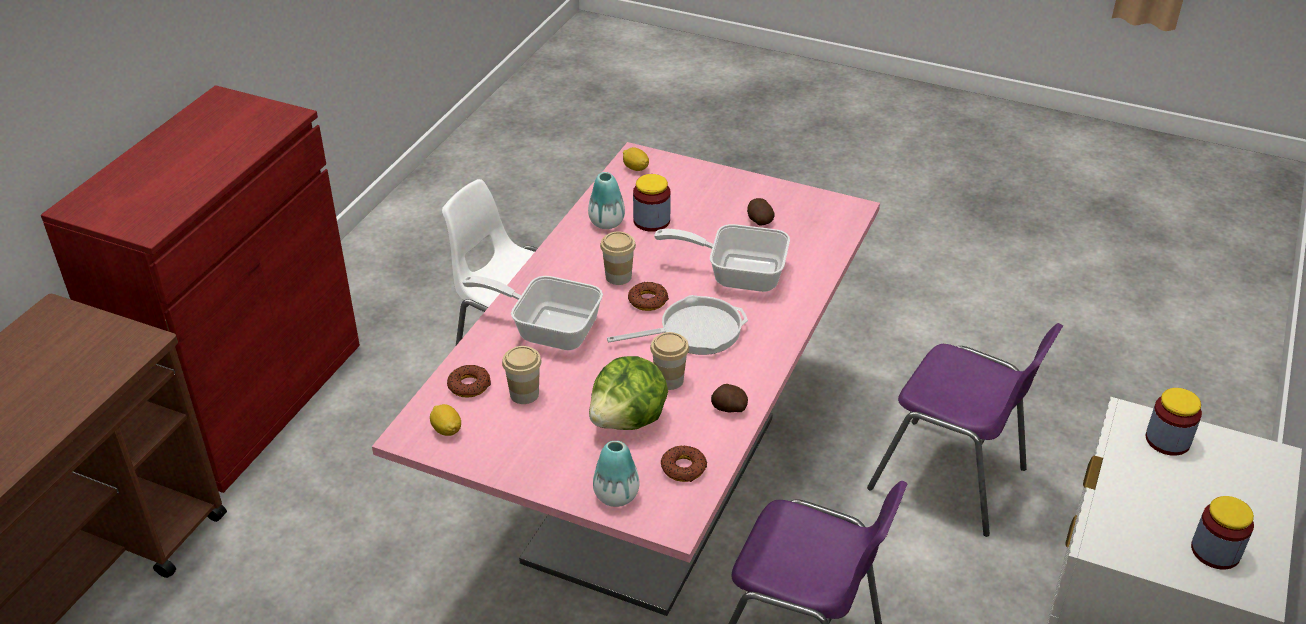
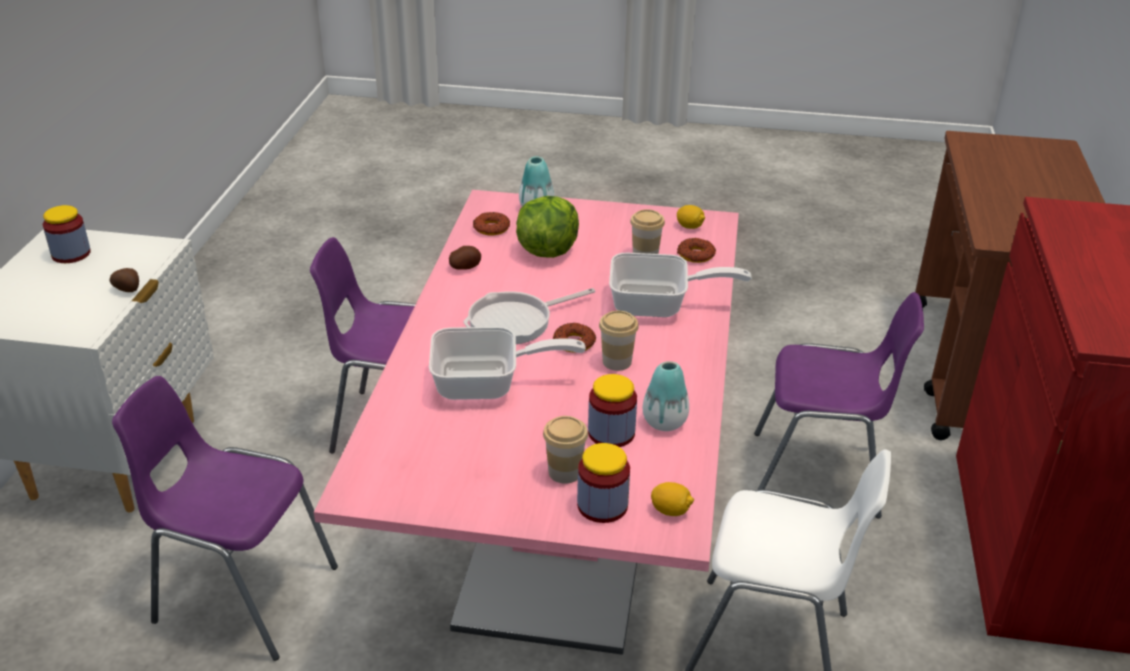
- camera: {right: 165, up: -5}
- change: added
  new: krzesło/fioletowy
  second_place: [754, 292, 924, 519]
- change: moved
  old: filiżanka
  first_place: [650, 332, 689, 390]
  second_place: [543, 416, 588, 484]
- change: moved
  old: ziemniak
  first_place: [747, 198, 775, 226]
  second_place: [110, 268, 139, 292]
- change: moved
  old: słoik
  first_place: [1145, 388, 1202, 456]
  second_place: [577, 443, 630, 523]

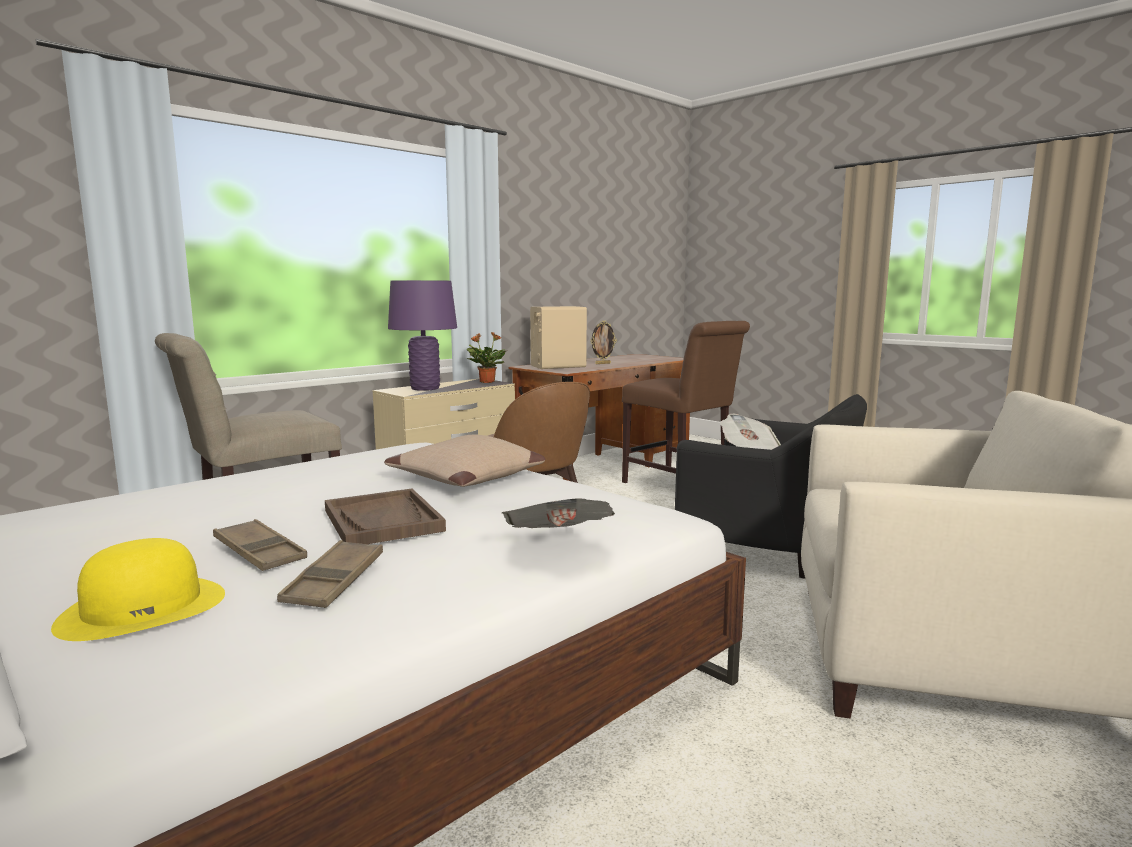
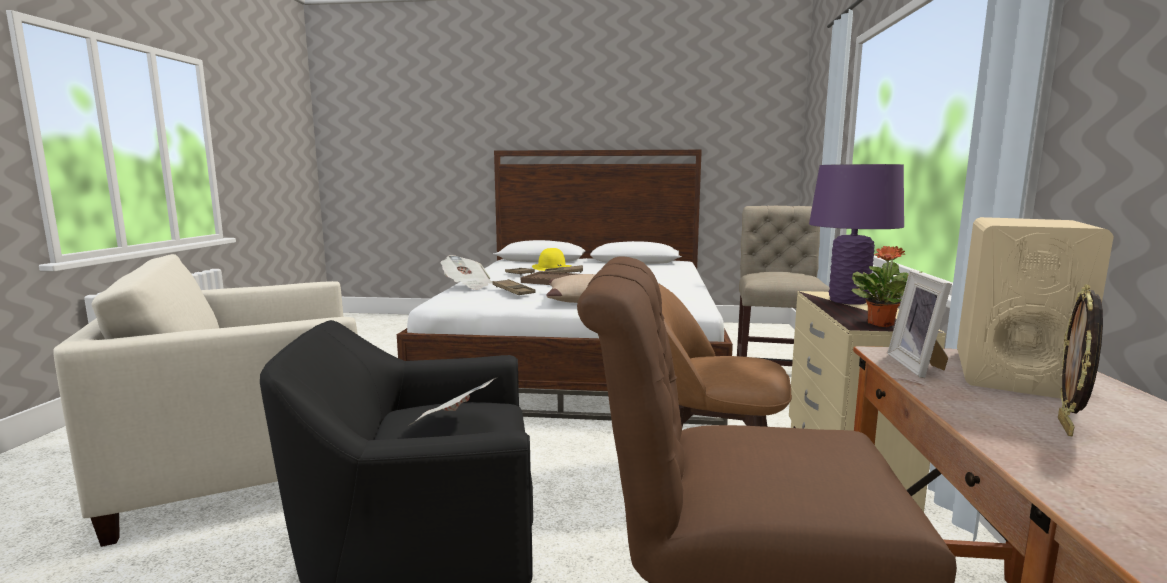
- camera: {right: 140, up: 0}
- change: added
  new: taca/brązowy
  second_place: [492, 279, 535, 295]
- change: added
  new: ramka na zdjęcie
  second_place: [887, 270, 952, 378]

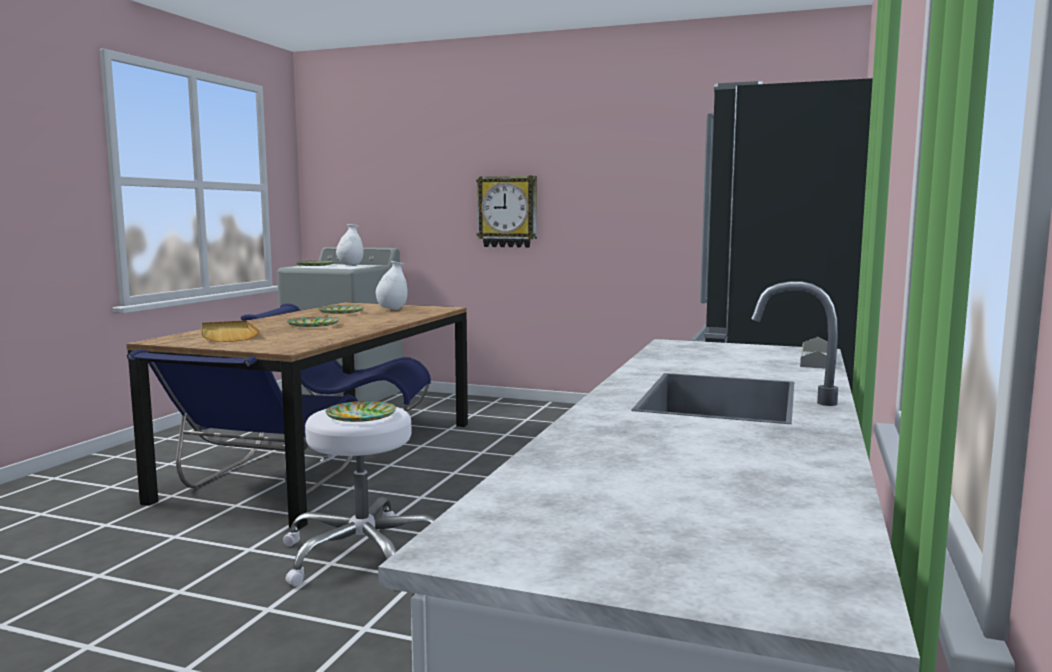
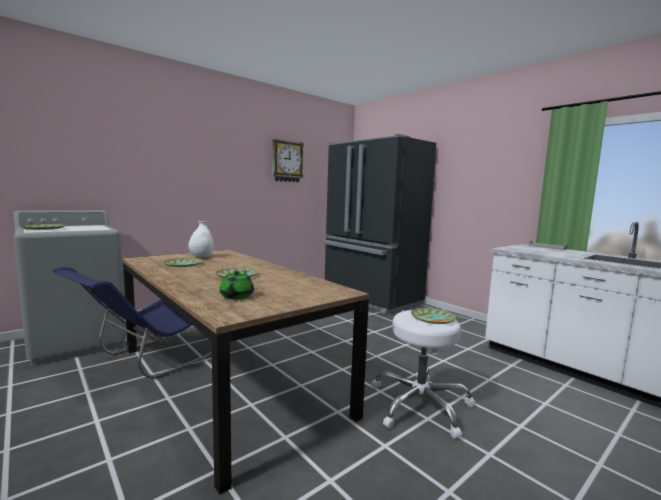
- camera: {right: -60, up: 0}
- change: removed
  old: krzesło/niebieski
  first_place: [127, 349, 358, 495]
- change: removed
  old: wazon/biały
  first_place: [336, 224, 364, 266]
- change: moved
  old: zegar ścienny
  first_place: [476, 176, 537, 248]
  second_place: [272, 139, 304, 182]
- change: replaced
  old: taca/beżowy
  new: imbryk/zielony
  first_place: [201, 320, 260, 342]
  second_place: [219, 271, 254, 299]

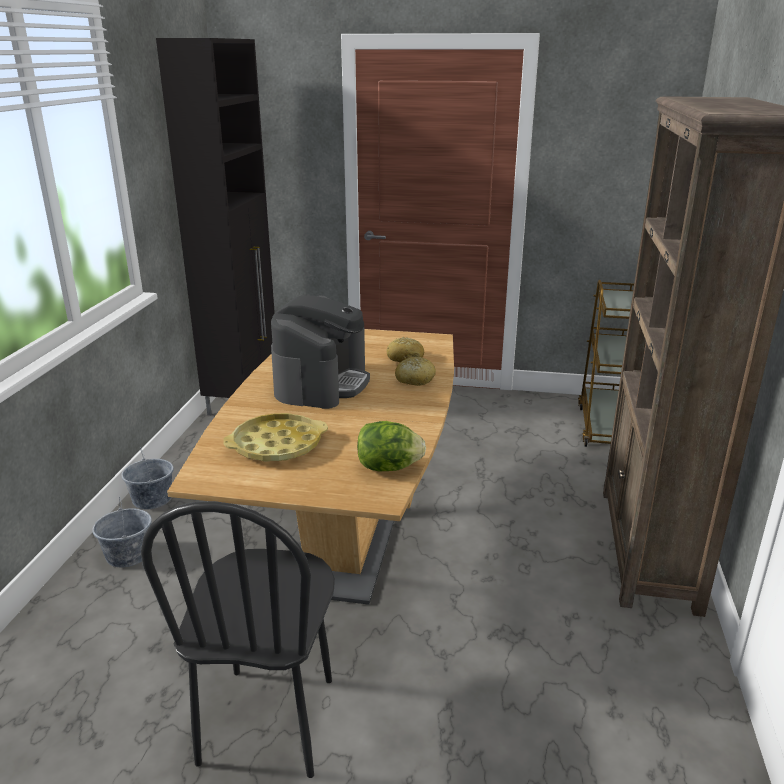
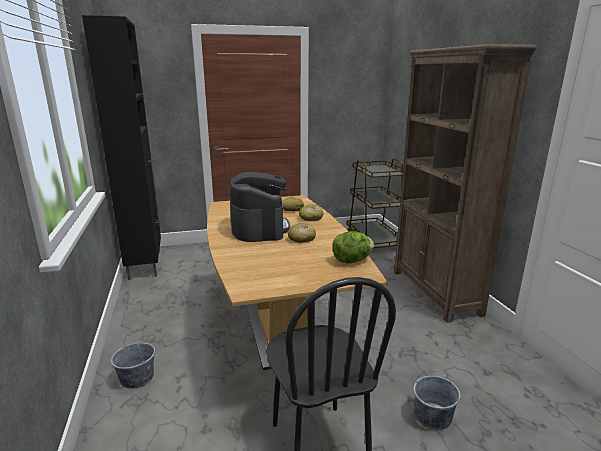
- camera: {right: -25, up: -5}
- change: removed
  old: taca/żółty
  first_place: [223, 413, 328, 462]
- change: added
  new: chleb
  second_place: [288, 223, 316, 243]
- change: moved
  old: wiadro/szary
  first_place: [121, 447, 174, 509]
  second_place: [413, 371, 460, 430]

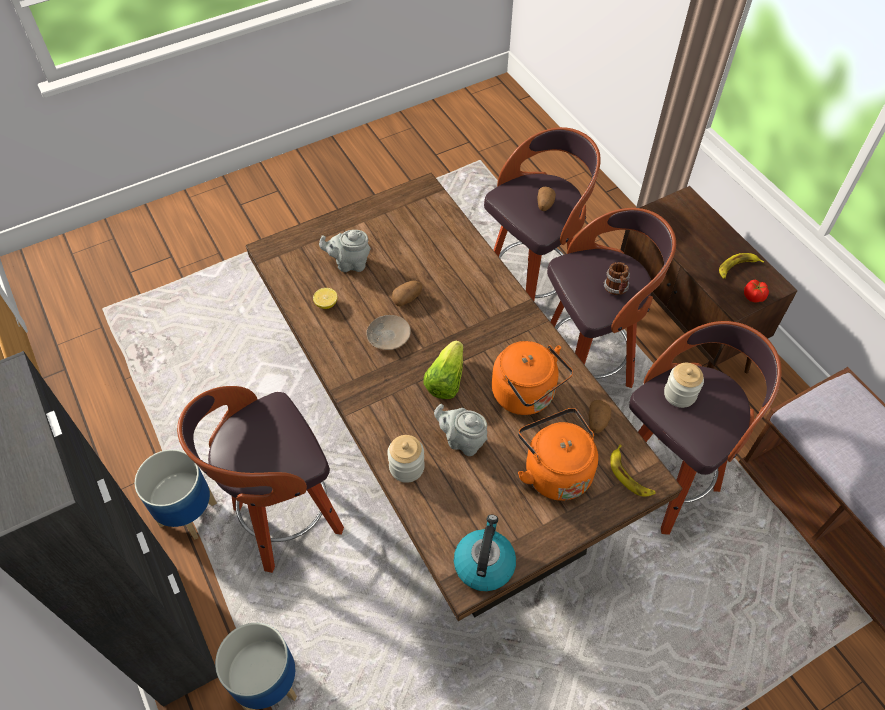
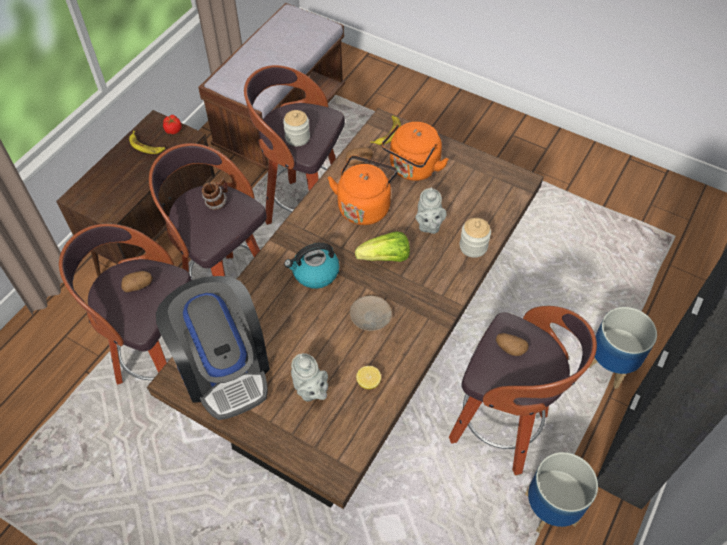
- camera: {right: -120, up: 0}
- change: added
  new: ekspres do kawy
  second_place: [156, 276, 270, 420]
- change: moved
  old: ziemniak
  first_place: [392, 281, 422, 306]
  second_place: [496, 333, 529, 356]
- change: moved
  old: czajnik
  first_place: [454, 515, 516, 591]
  second_place: [284, 243, 340, 289]

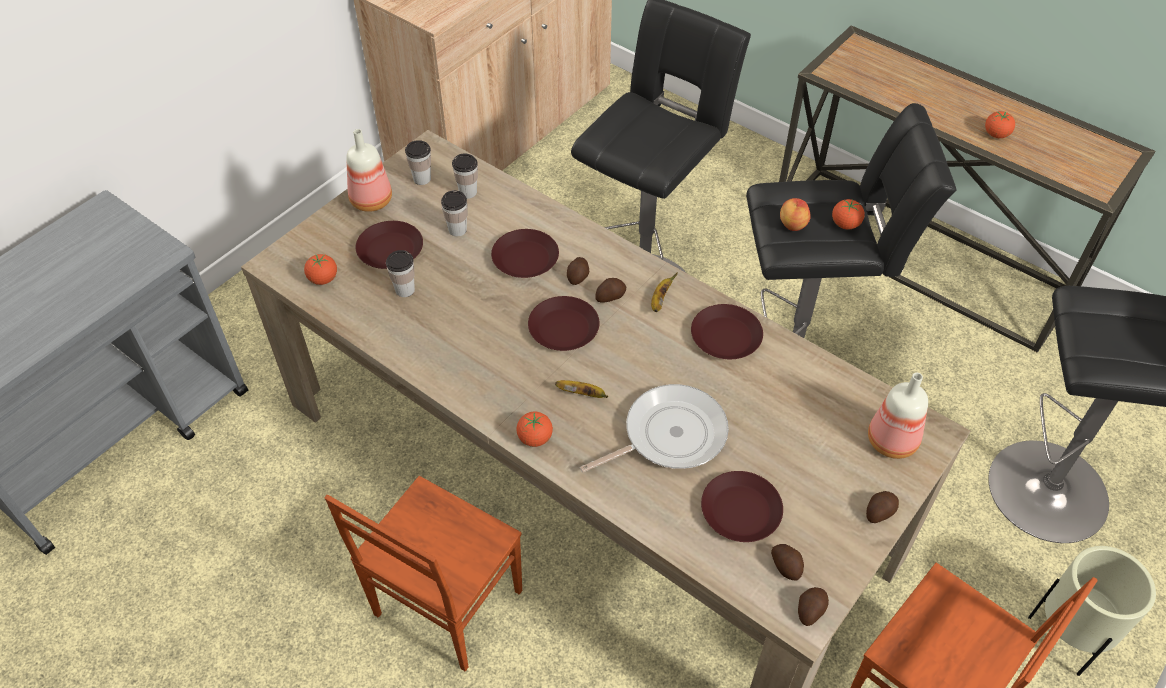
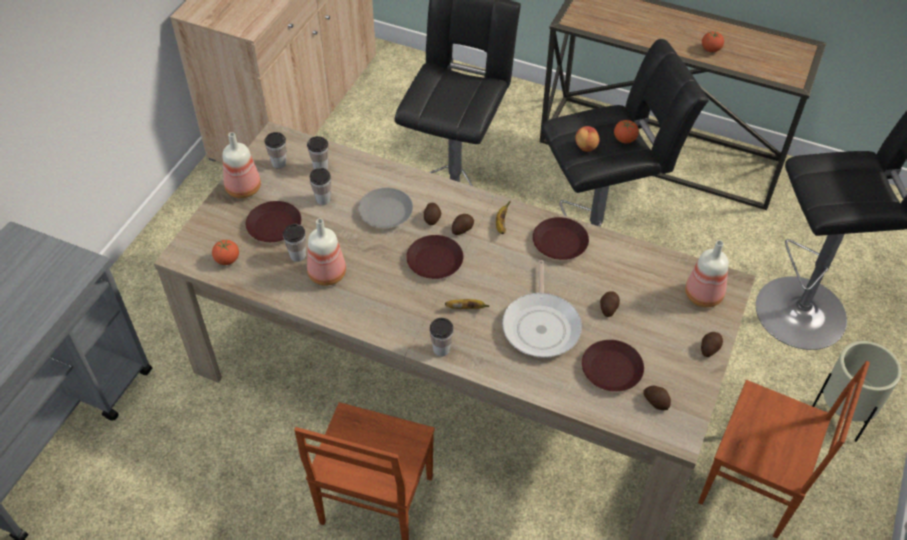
- camera: {right: -15, up: 0}
- change: added
  new: butelka
  second_place: [307, 219, 346, 286]
- change: moved
  old: ziemniak
  first_place: [798, 587, 829, 626]
  second_place: [600, 291, 620, 317]
- change: replaced
  old: pomidor
  new: filiżanka
  first_place: [516, 412, 553, 447]
  second_place: [430, 318, 454, 356]
- change: recoloured
  old: talerz/brązowy
  new: talerz/szary
  first_place: [491, 229, 559, 278]
  second_place: [358, 188, 413, 228]
- change: turned
  old: patelnia
  first_place: [580, 384, 729, 473]
  second_place: [502, 260, 582, 358]
  degrees: 135

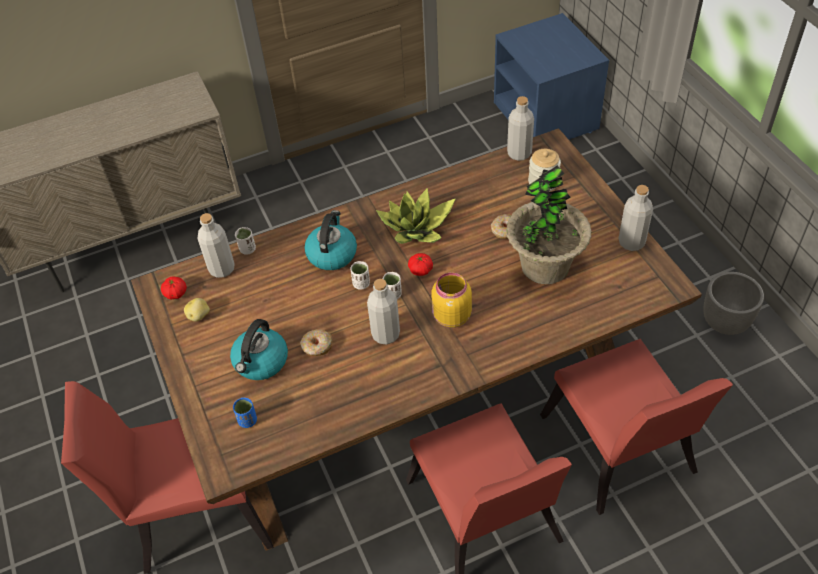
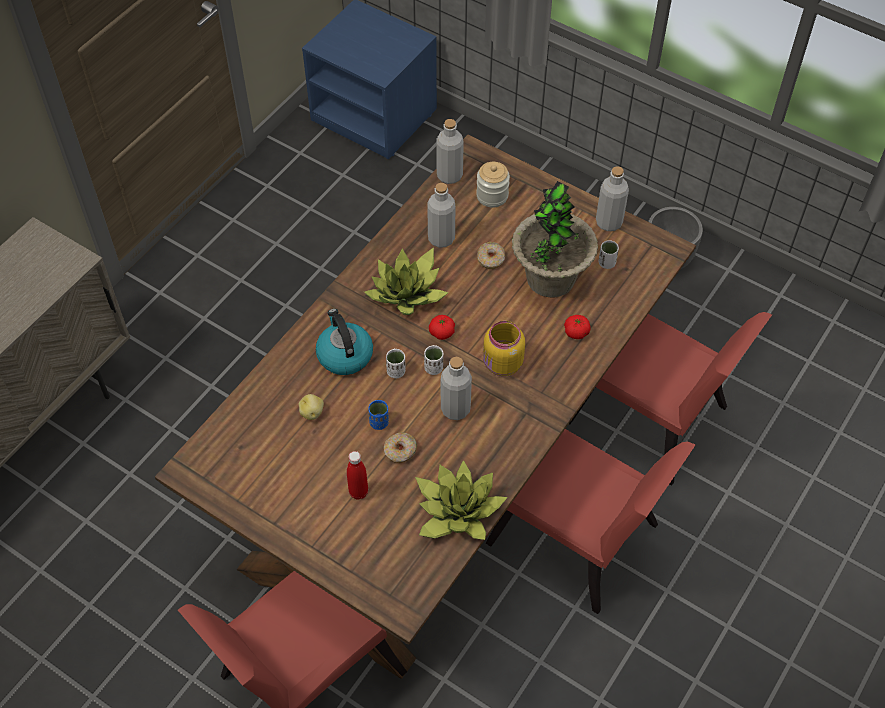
- camera: {right: -35, up: 5}
- change: added
  new: roślina doniczkowa
  second_place: [415, 460, 508, 540]
- change: moved
  old: pomidor
  first_place: [161, 276, 187, 300]
  second_place: [564, 315, 590, 339]
- change: moved
  old: ziemniak
  first_place: [184, 298, 210, 322]
  second_place: [299, 394, 324, 420]
- change: moved
  old: butelka/szary
  first_place: [197, 213, 235, 278]
  second_place: [427, 183, 455, 248]
- change: moved
  old: filiżanka/niebieski
  first_place: [233, 398, 257, 428]
  second_place: [368, 400, 389, 430]
- change: moved
  old: filiżanka/biały
  first_place: [235, 227, 256, 255]
  second_place: [599, 240, 619, 269]
- change: replaced
  old: czajnik
  new: butelka/czerwony
  first_place: [230, 319, 288, 380]
  second_place: [347, 451, 368, 500]

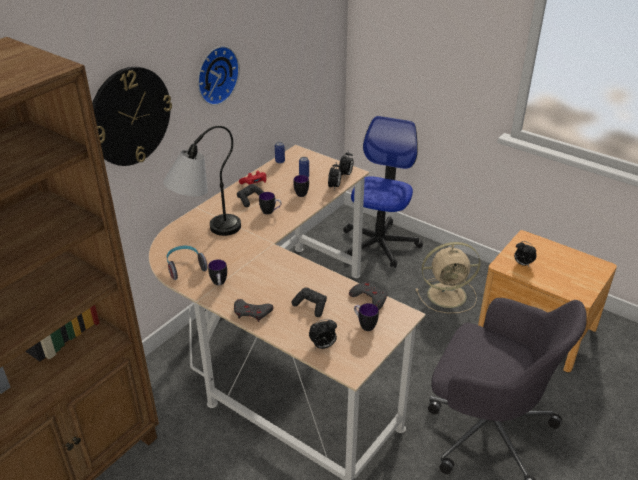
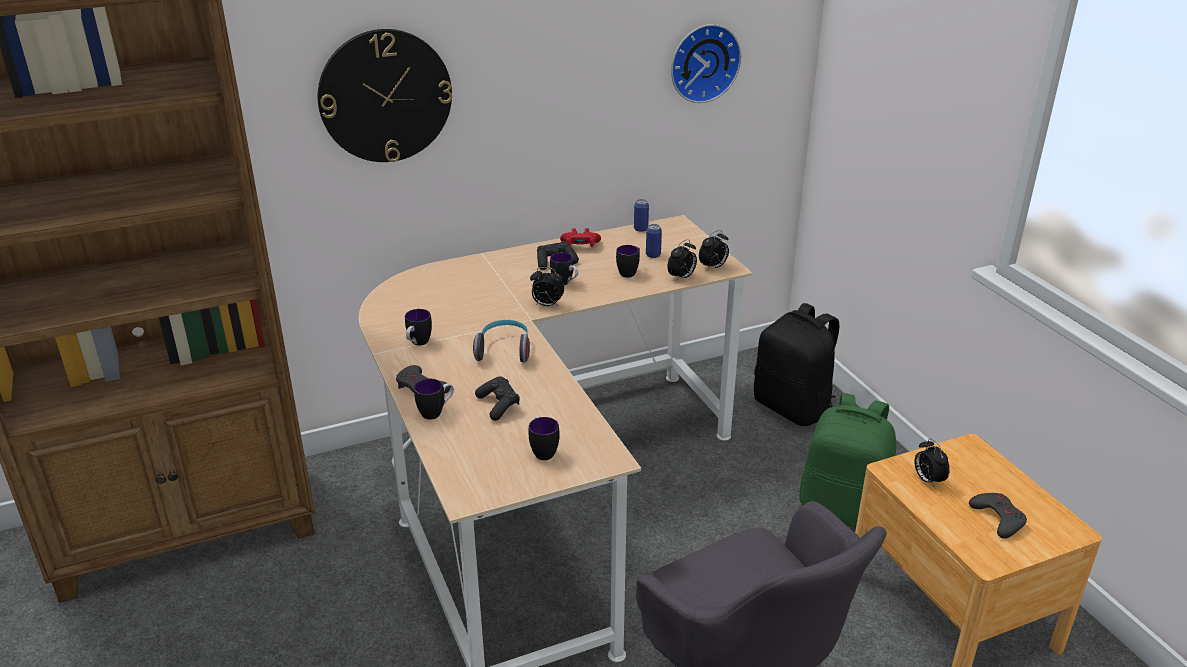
- camera: {right: 30, up: -5}
- change: removed
  old: lampa stołowa
  first_place: [163, 126, 241, 236]
- change: added
  new: kubek
  second_place: [414, 379, 454, 420]
- change: moved
  old: słuchawki
  first_place: [167, 246, 208, 280]
  second_place: [473, 320, 530, 363]
- change: moved
  old: zegar ścienny
  first_place: [198, 46, 240, 106]
  second_place: [671, 24, 741, 103]
- change: moved
  old: budzik
  first_place: [309, 319, 337, 349]
  second_place: [530, 267, 564, 307]
- change: moved
  old: pad do gier/szary
  first_place: [349, 282, 387, 310]
  second_place: [969, 493, 1027, 539]
- change: replaced
  old: krzesło biurowe
  new: plecak/czarny
  first_place: [343, 116, 423, 268]
  second_place: [754, 303, 840, 426]
- change: replaced
  old: wentylator/beżowy
  new: plecak/zielony
  first_place: [416, 242, 481, 313]
  second_place: [799, 393, 896, 528]

